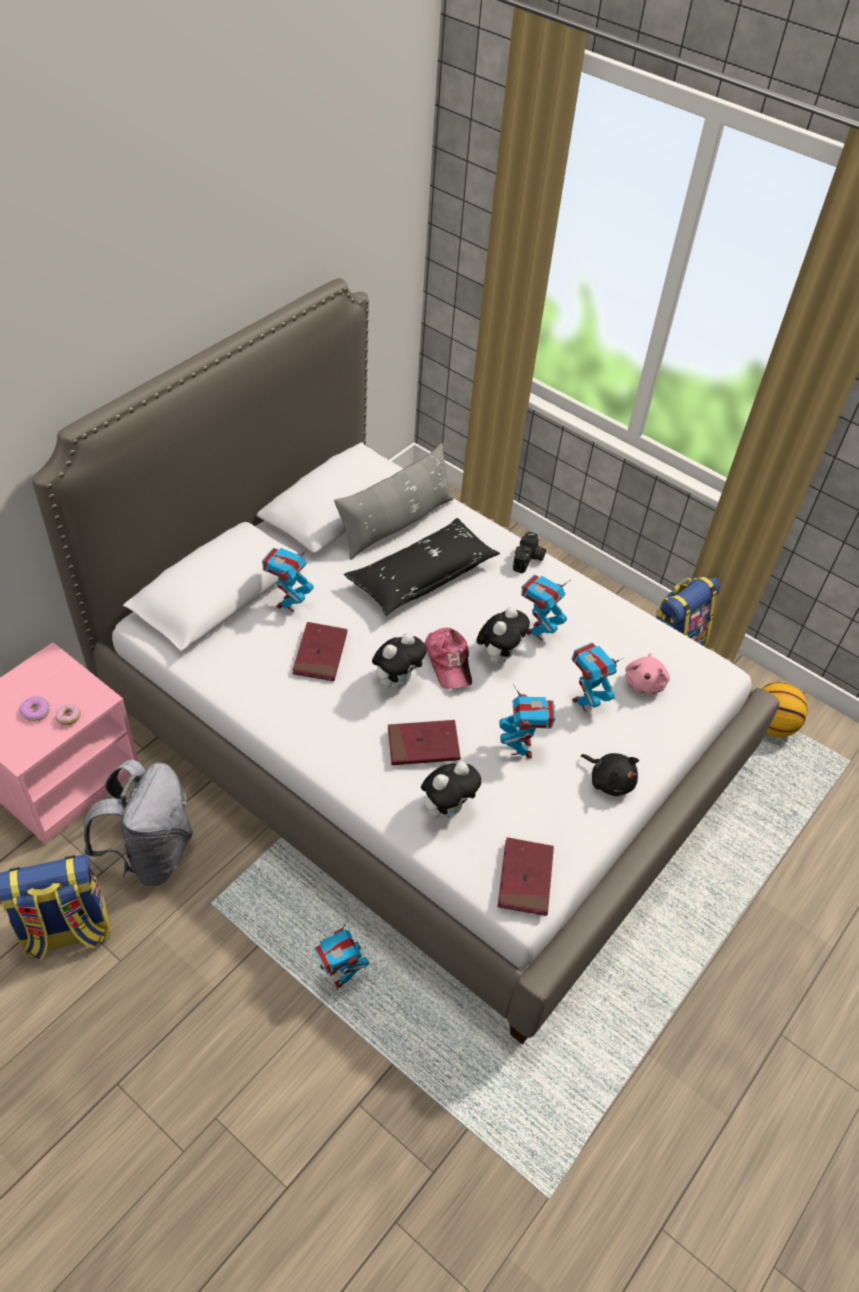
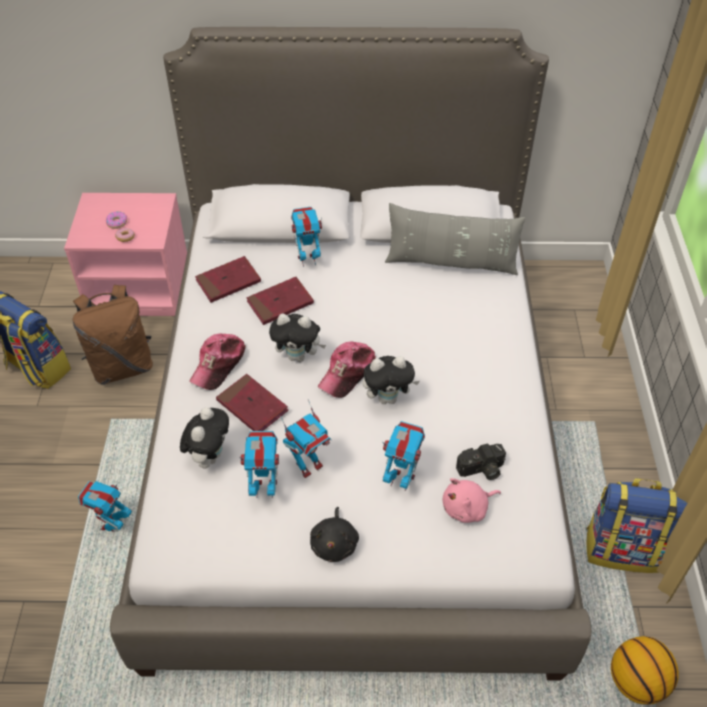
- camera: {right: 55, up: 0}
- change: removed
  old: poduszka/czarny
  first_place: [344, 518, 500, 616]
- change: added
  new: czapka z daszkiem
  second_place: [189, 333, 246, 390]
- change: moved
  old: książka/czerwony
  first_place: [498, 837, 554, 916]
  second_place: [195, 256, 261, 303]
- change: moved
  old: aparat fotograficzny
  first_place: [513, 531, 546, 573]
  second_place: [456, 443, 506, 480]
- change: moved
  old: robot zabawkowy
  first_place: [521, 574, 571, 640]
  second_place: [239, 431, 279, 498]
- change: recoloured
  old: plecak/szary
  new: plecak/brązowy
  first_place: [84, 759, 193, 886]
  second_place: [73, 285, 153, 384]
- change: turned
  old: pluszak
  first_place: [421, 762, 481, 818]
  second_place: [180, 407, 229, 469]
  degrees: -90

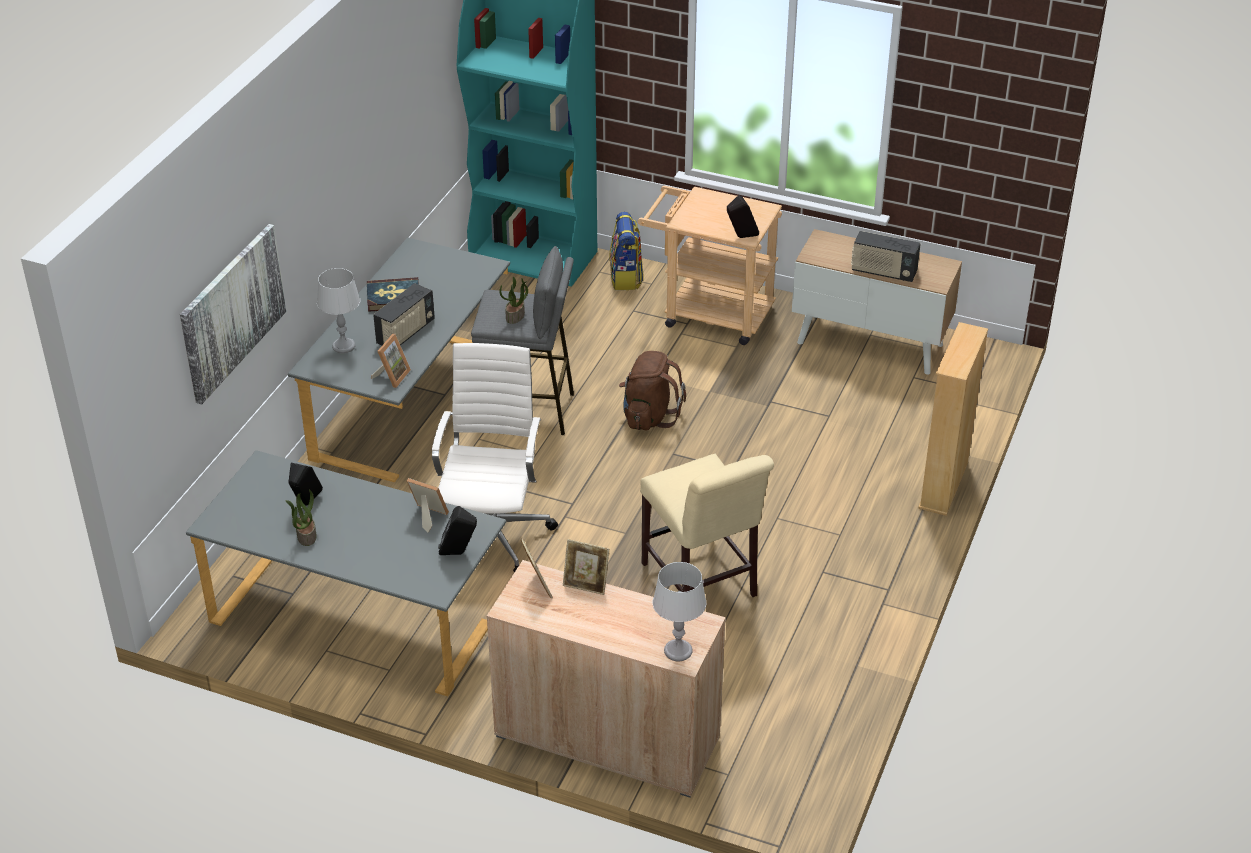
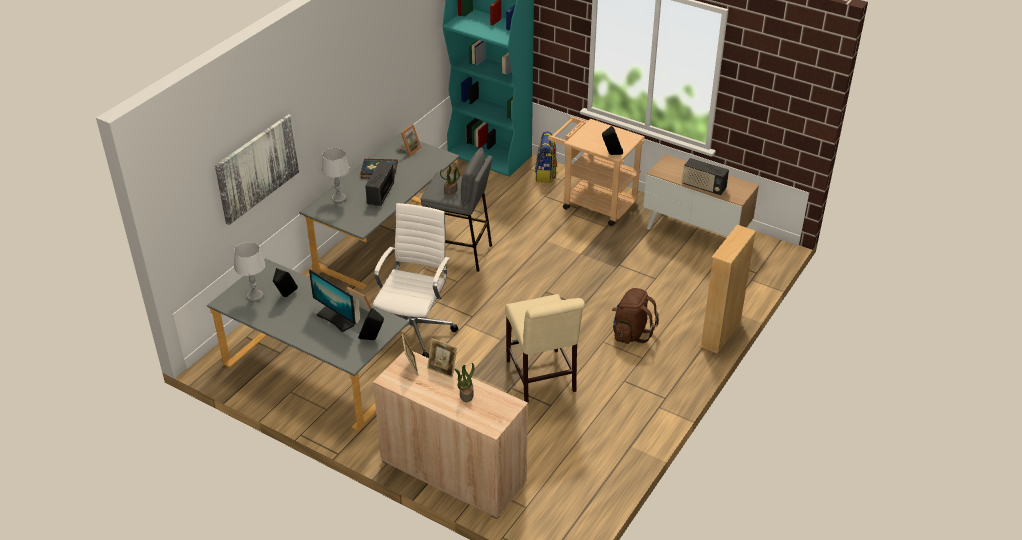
- camera: {right: 10, up: 0}
- change: added
  new: monitor
  second_place: [309, 269, 356, 332]
- change: moved
  old: roślina doniczkowa
  first_place: [286, 490, 317, 546]
  second_place: [454, 363, 474, 402]
- change: moved
  old: ramka na zdjęcie
  first_place: [371, 334, 411, 388]
  second_place: [397, 124, 422, 156]
- change: moved
  old: plecak/brązowy
  first_place: [619, 351, 686, 431]
  second_place: [612, 288, 659, 344]
- change: moved
  old: lampa stołowa/szary
  first_place: [653, 562, 706, 661]
  second_place: [234, 242, 265, 302]
- change: turned
  old: radio
  first_place: [373, 283, 435, 345]
  second_place: [365, 162, 394, 206]
  degrees: 150

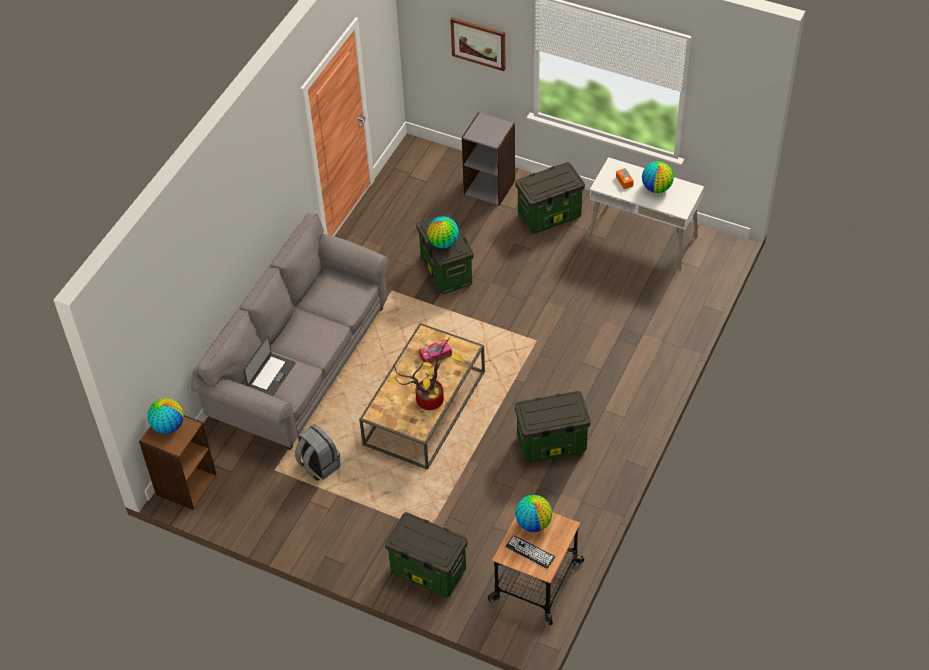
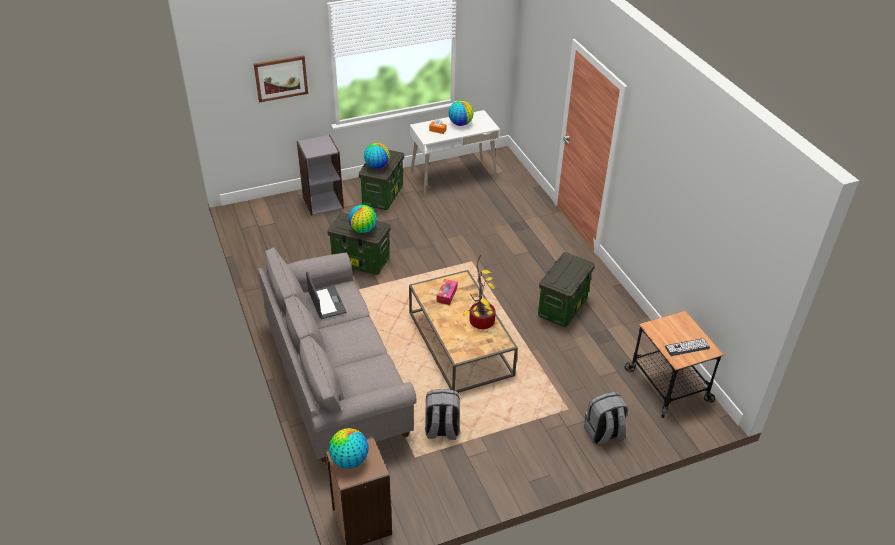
- camera: {right: -50, up: -10}
- change: moved
  old: laptop
  first_place: [243, 336, 296, 396]
  second_place: [306, 272, 346, 319]
- change: moved
  old: globus
  first_place: [515, 495, 552, 532]
  second_place: [364, 143, 390, 169]
- change: replaced
  old: pojemnik do przechowywania
  new: plecak/szary
  first_place: [385, 512, 468, 597]
  second_place: [584, 392, 628, 445]

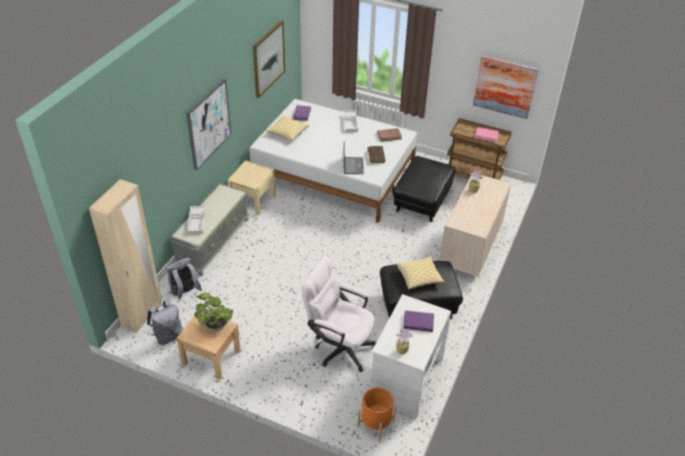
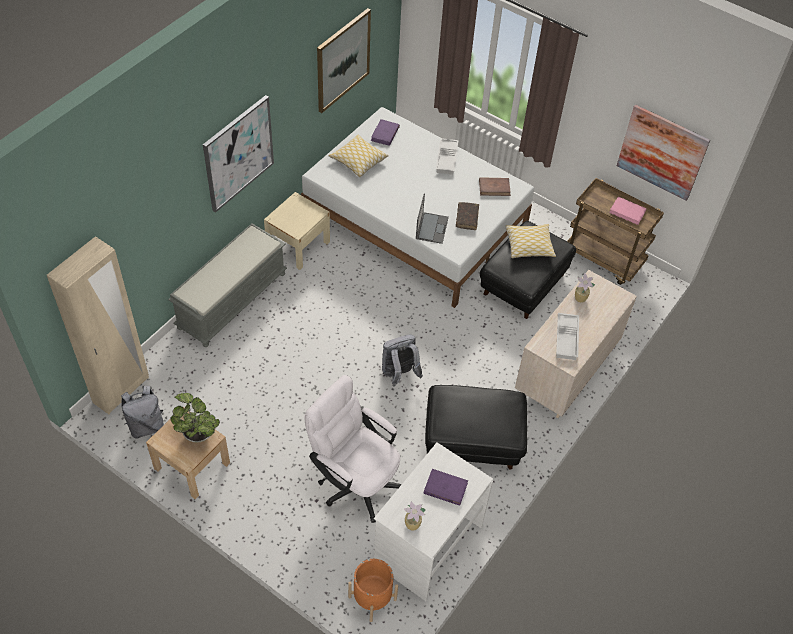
- camera: {right: 10, up: 10}
- change: moved
  old: plecak/szary
  first_place: [166, 258, 202, 300]
  second_place: [382, 335, 423, 387]
- change: moved
  old: taca/biały
  first_place: [188, 206, 206, 234]
  second_place: [556, 313, 579, 360]
- change: moved
  old: poduszka
  first_place: [396, 257, 445, 290]
  second_place: [505, 224, 556, 258]

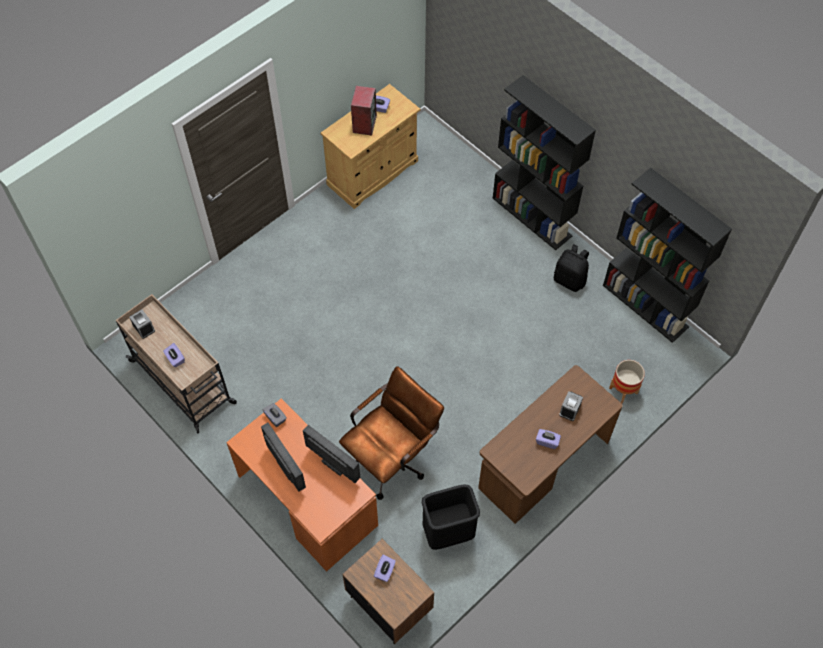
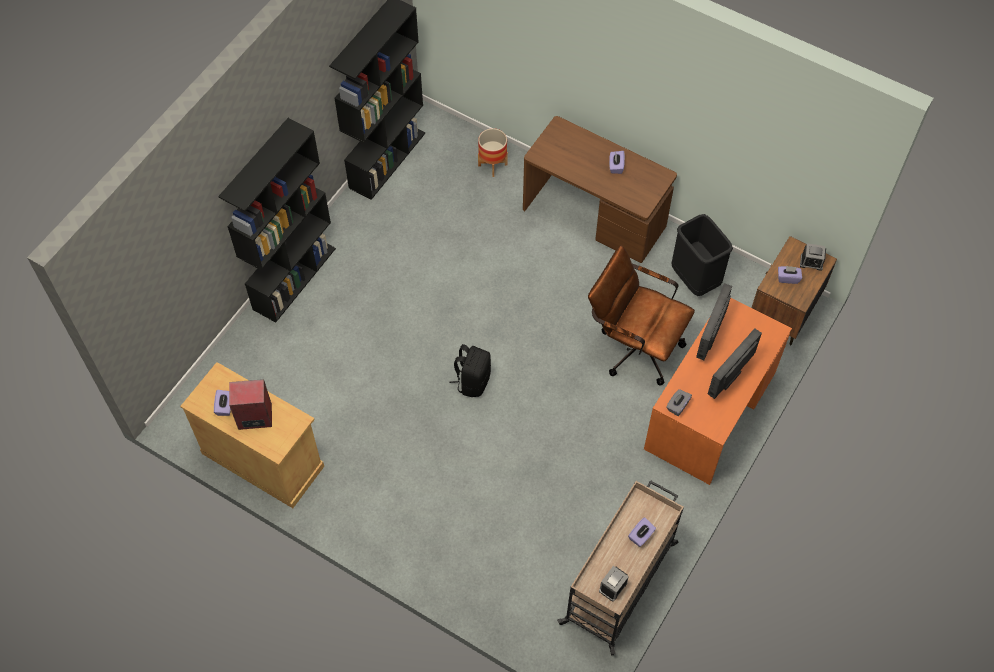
- camera: {right: -105, up: 0}
- change: moved
  old: plecak/czarny
  first_place: [554, 244, 589, 292]
  second_place: [449, 344, 491, 397]
- change: moved
  old: budzik
  first_place: [559, 391, 583, 421]
  second_place: [800, 243, 826, 271]

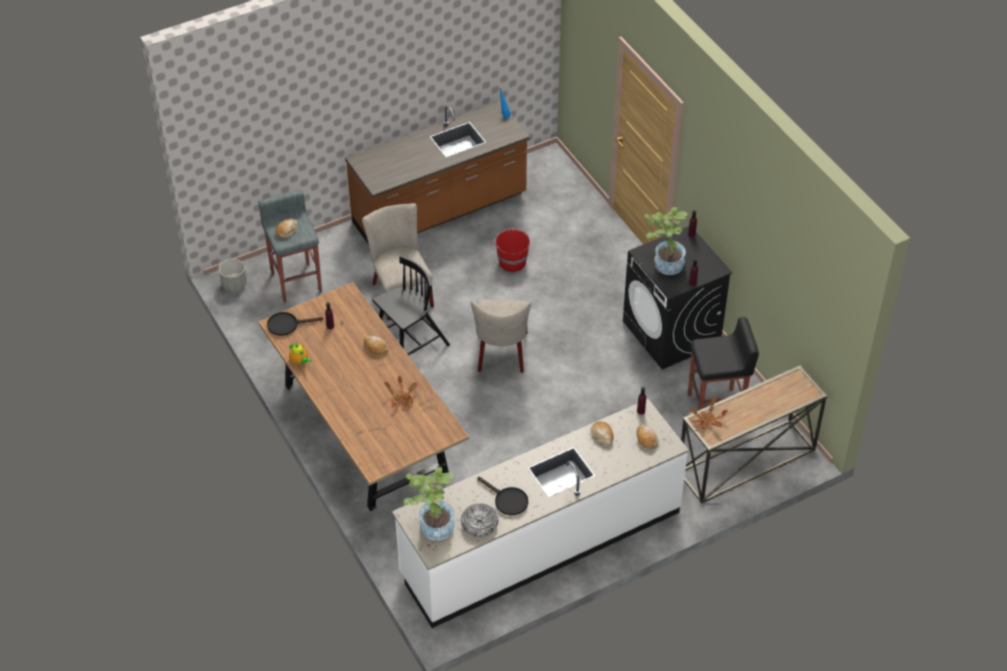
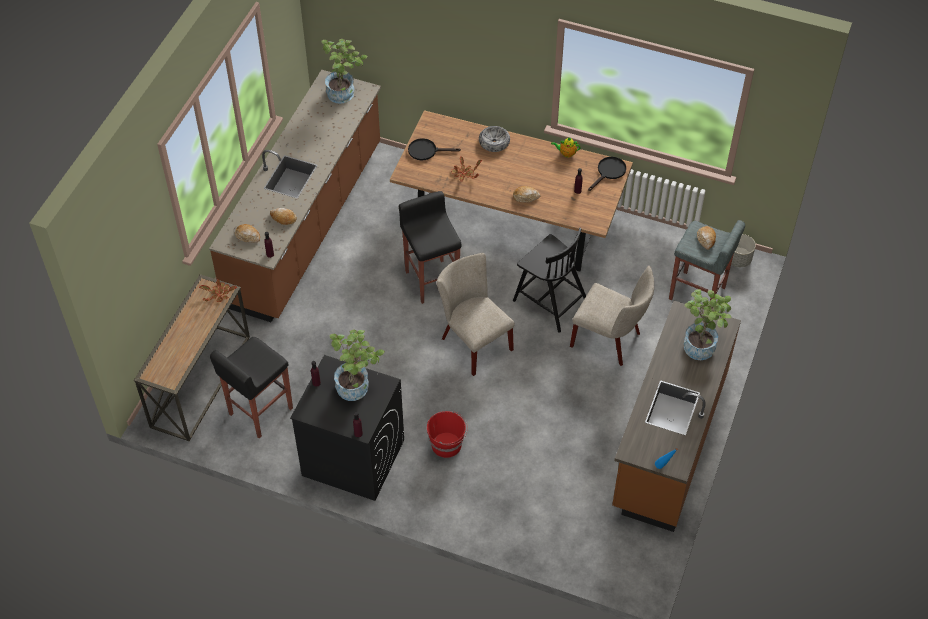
- camera: {right: 140, up: 5}
- change: added
  new: stołek/czarny
  second_place: [399, 191, 462, 304]
- change: added
  new: roślina doniczkowa
  second_place: [684, 289, 732, 360]
- change: moved
  old: miska
  first_place: [461, 503, 498, 537]
  second_place: [479, 126, 510, 152]
- change: moved
  old: patelnia/czarny
  first_place: [478, 477, 528, 515]
  second_place: [408, 138, 461, 161]
- change: moved
  old: wiadro/czerwony
  first_place: [494, 229, 530, 272]
  second_place: [427, 411, 468, 458]
- change: recoloured
  old: zabudowa kuchenna/biały
  new: zabudowa kuchenna/brązowy
  first_place: [392, 399, 689, 628]
  second_place: [209, 70, 381, 322]
- change: turned
  old: krzesło/czarny
  first_place: [372, 256, 450, 355]
  second_place: [513, 228, 586, 333]
  degrees: -60

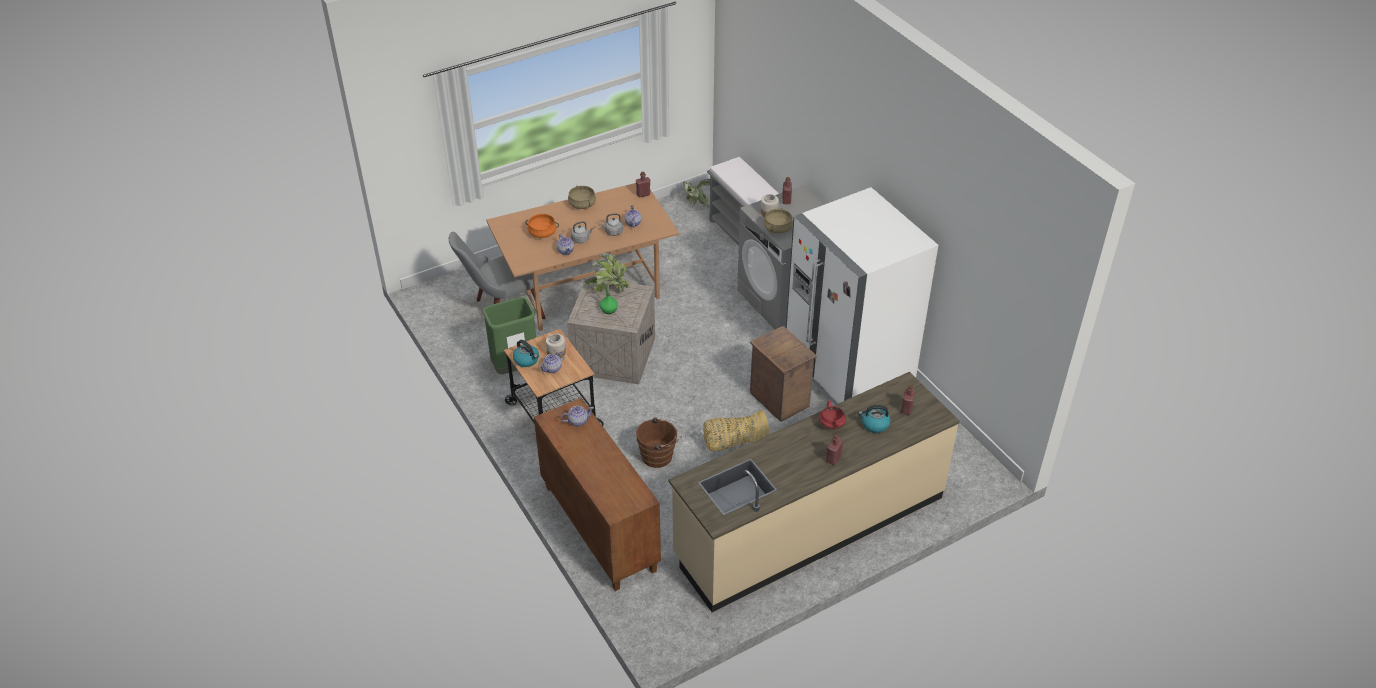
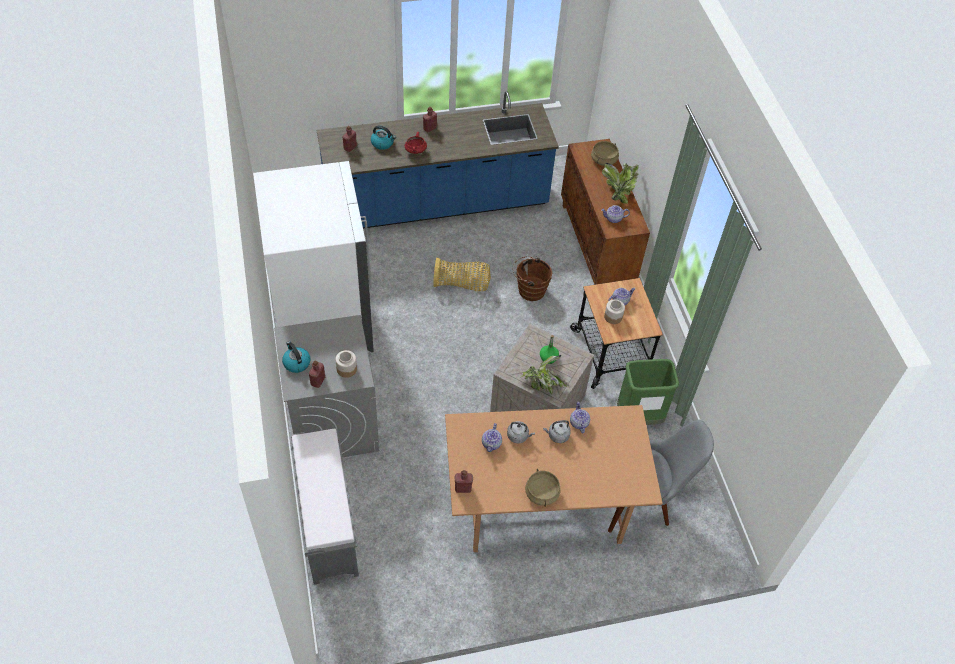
- camera: {right: -165, up: 10}
- change: removed
  old: garnek/pomarańczowy
  first_place: [525, 214, 559, 238]
- change: removed
  old: skrzynka
  first_place: [750, 326, 817, 422]
- change: moved
  old: czajnik
  first_place: [513, 340, 539, 367]
  second_place: [282, 341, 311, 373]
- change: moved
  old: roślina doniczkowa
  first_place: [683, 179, 710, 208]
  second_place: [602, 163, 639, 204]
- change: moved
  old: garnek/beżowy
  first_place: [763, 208, 793, 234]
  second_place: [591, 141, 619, 166]
- change: recoloured
  old: zabudowa kuchenna/beżowy
  new: zabudowa kuchenna/niebieski
  first_place: [668, 372, 960, 612]
  second_place: [317, 91, 559, 228]

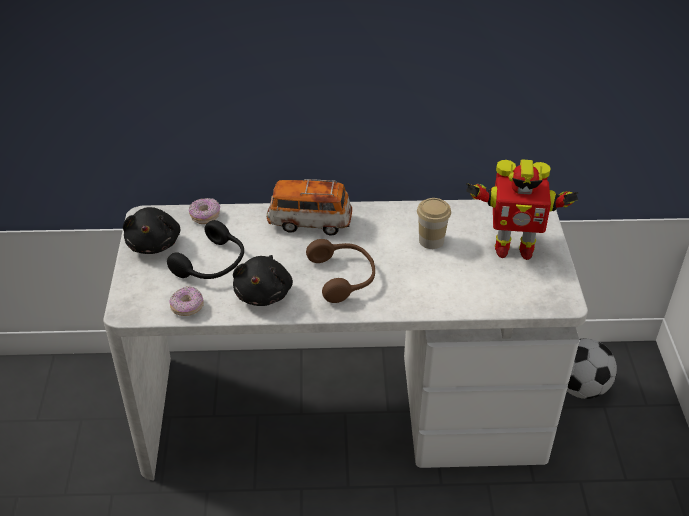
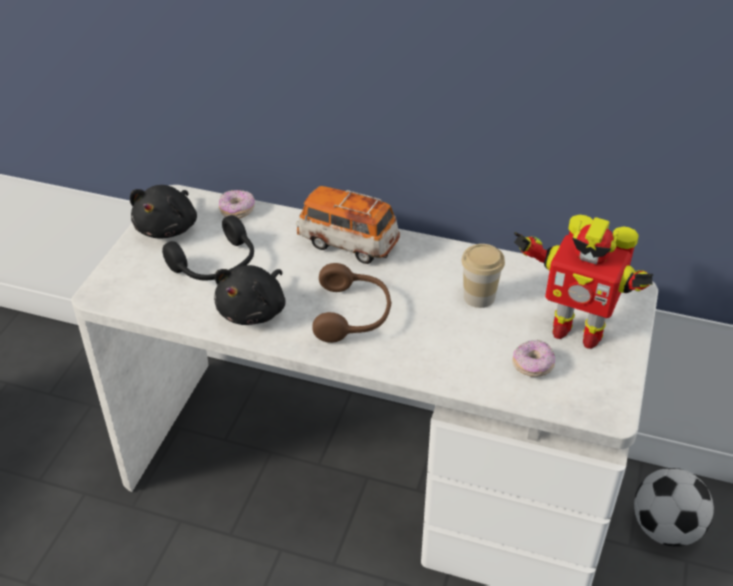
- camera: {right: 20, up: 0}
- change: moved
  old: donut
  first_place: [169, 286, 204, 316]
  second_place: [512, 339, 555, 377]

